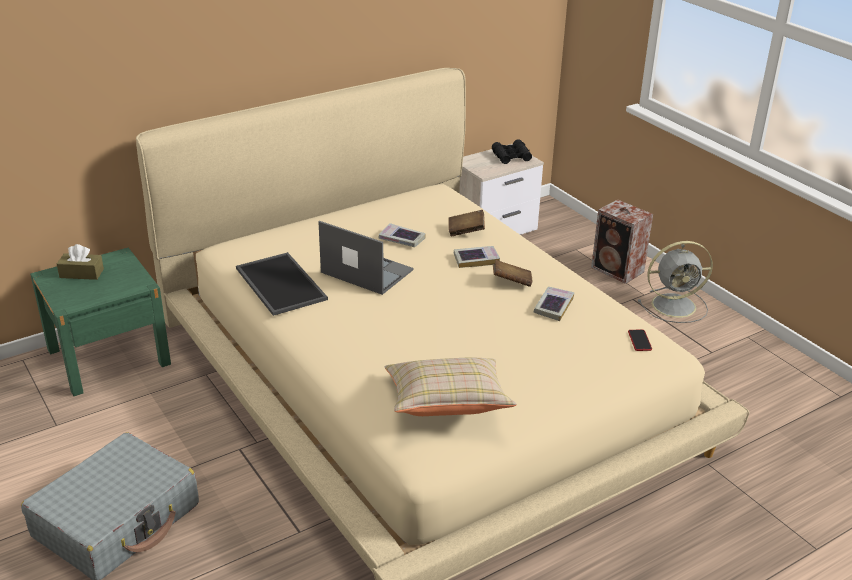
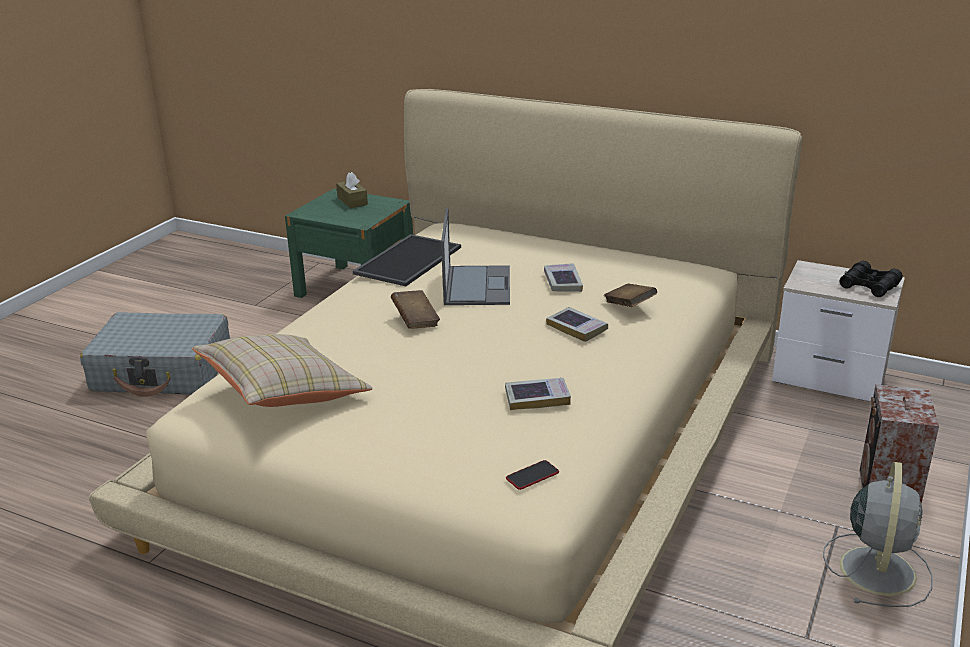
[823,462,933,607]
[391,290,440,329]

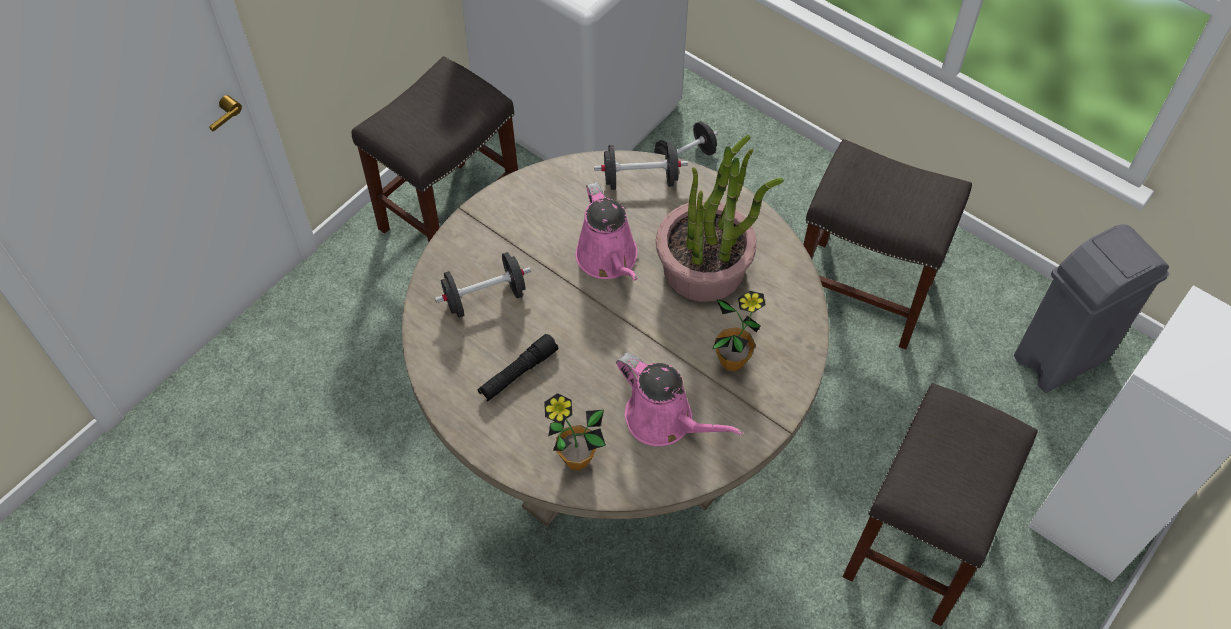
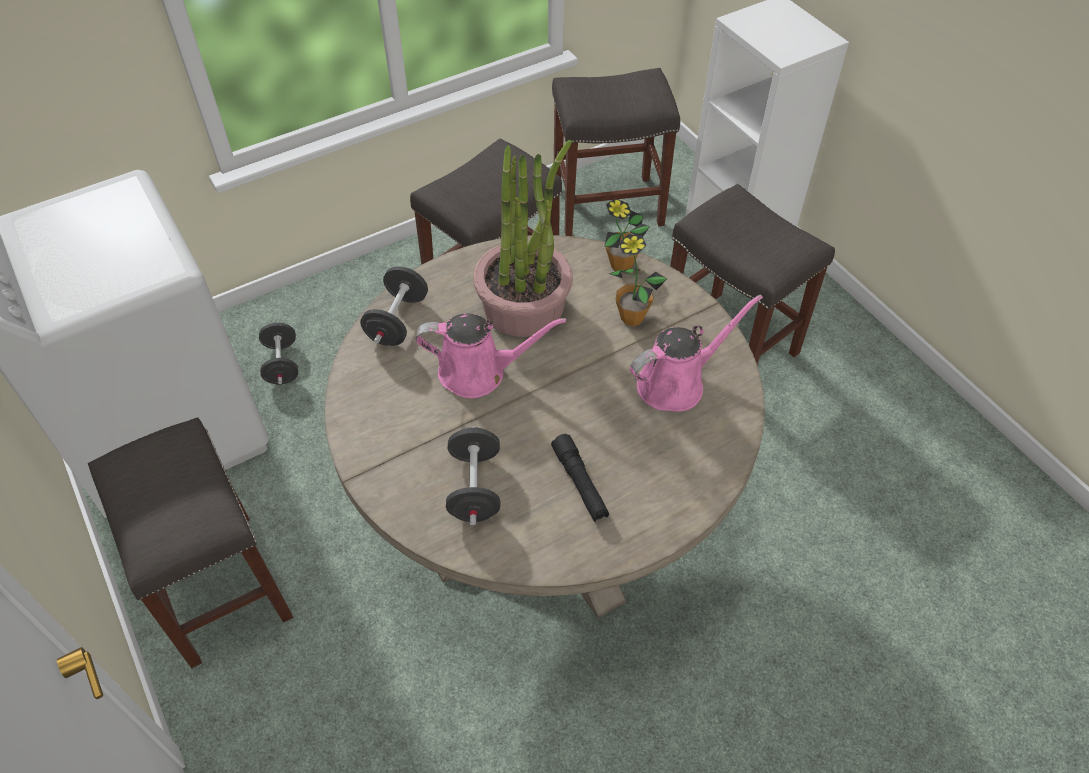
[552,68,680,236]
[604,198,650,273]

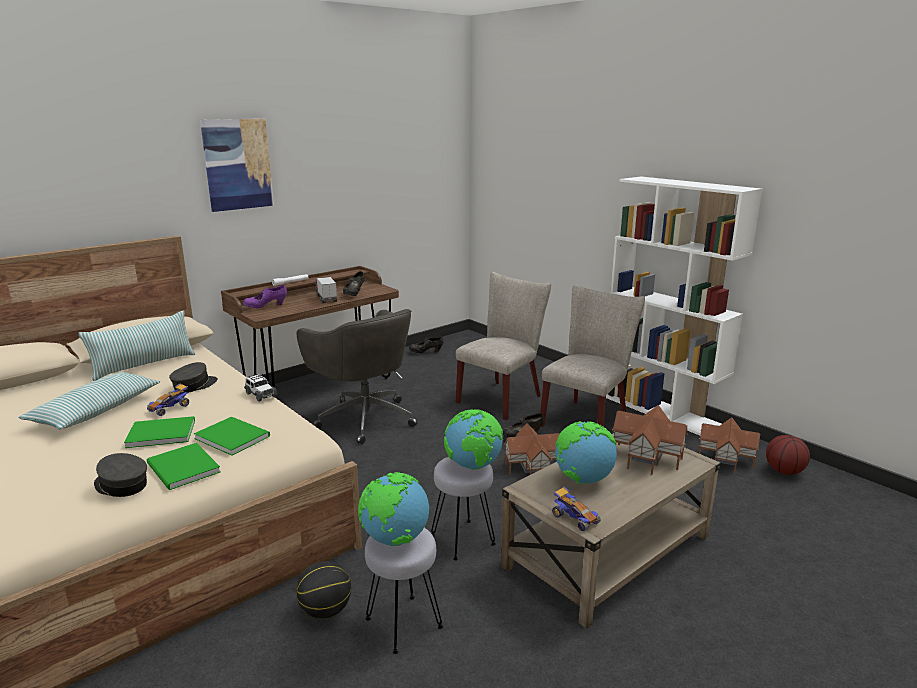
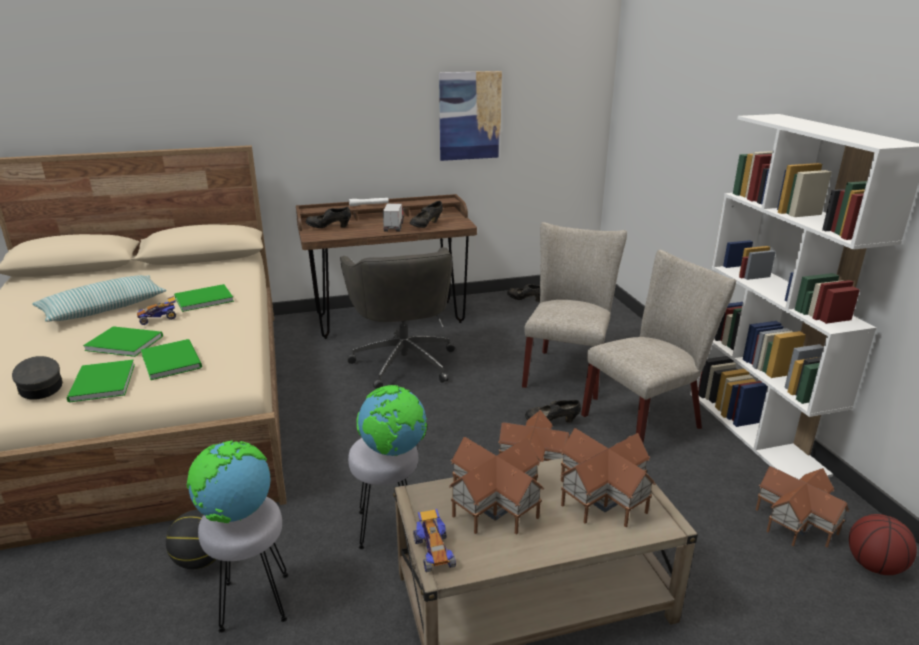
[439,71,502,161]
[522,222,627,400]
[306,207,351,228]
[78,311,195,381] (first image)
[174,284,234,312]
[244,374,278,402] (first image)
[449,437,544,535]

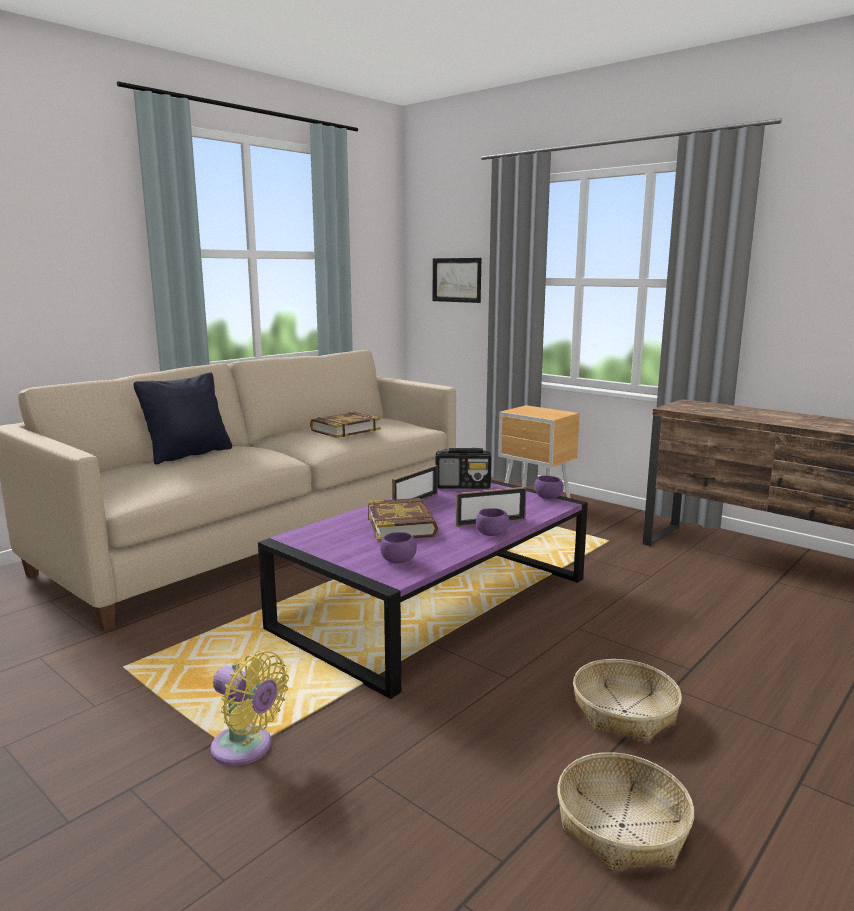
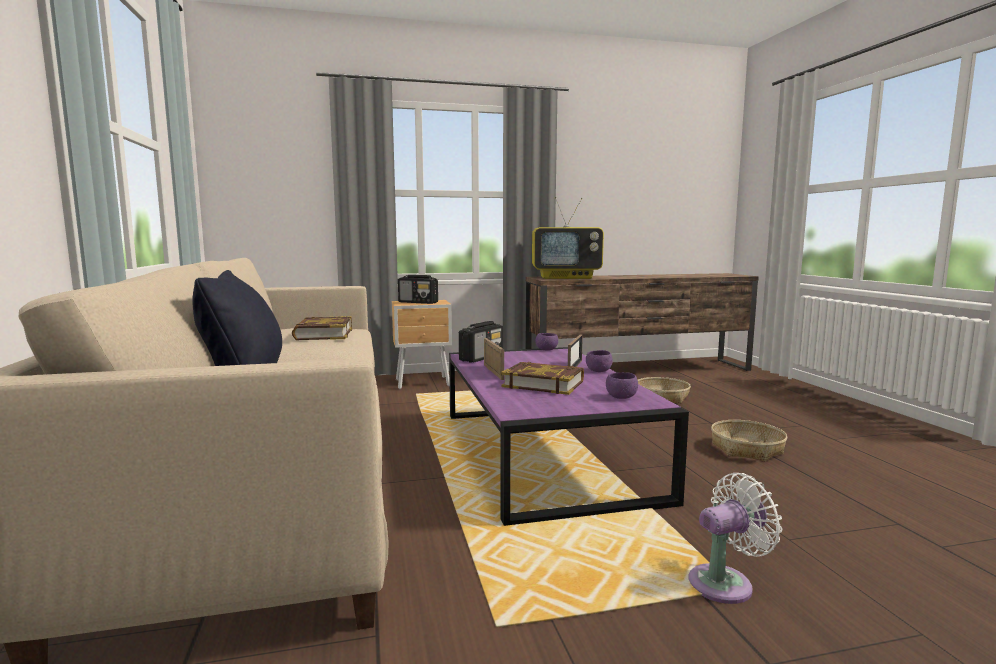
[433,258,481,303] (first image)
[689,473,782,604]
[638,377,691,404]
[532,197,604,279]
[398,275,438,304]

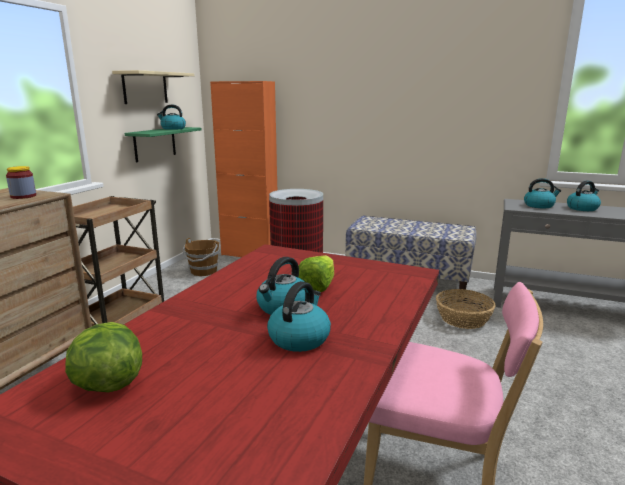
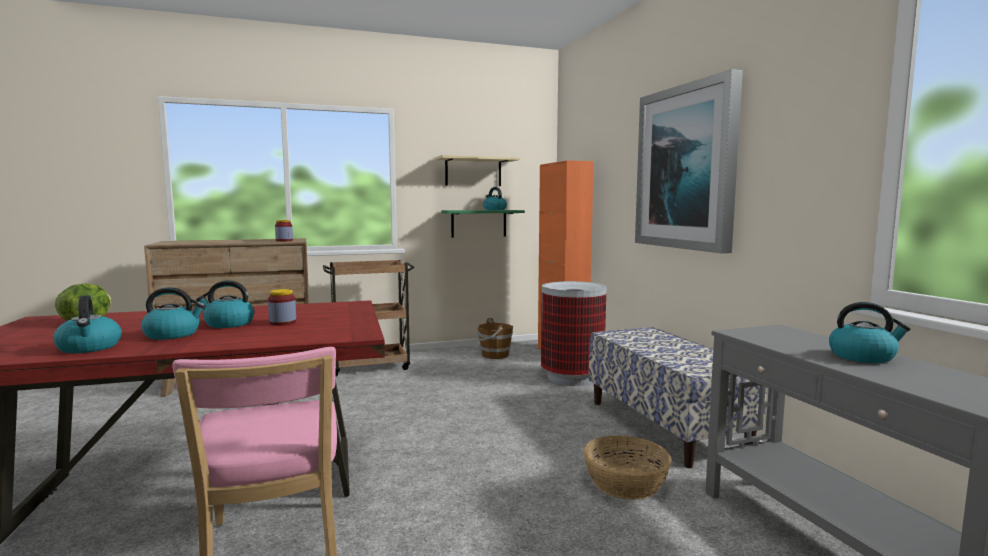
[53,295,122,353]
[268,289,296,326]
[635,69,743,253]

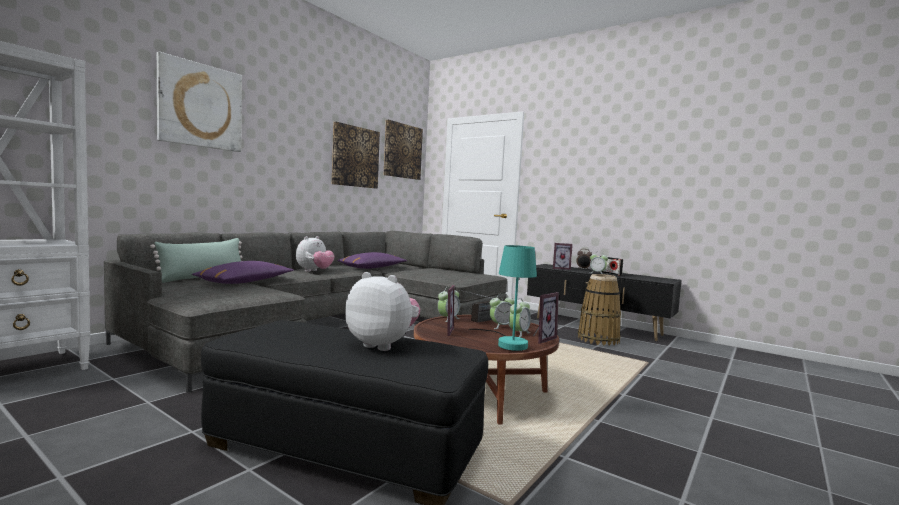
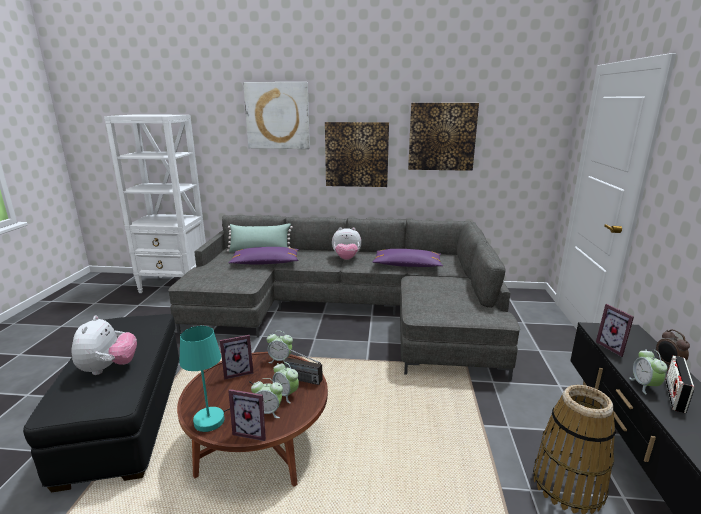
[325,122,389,187]

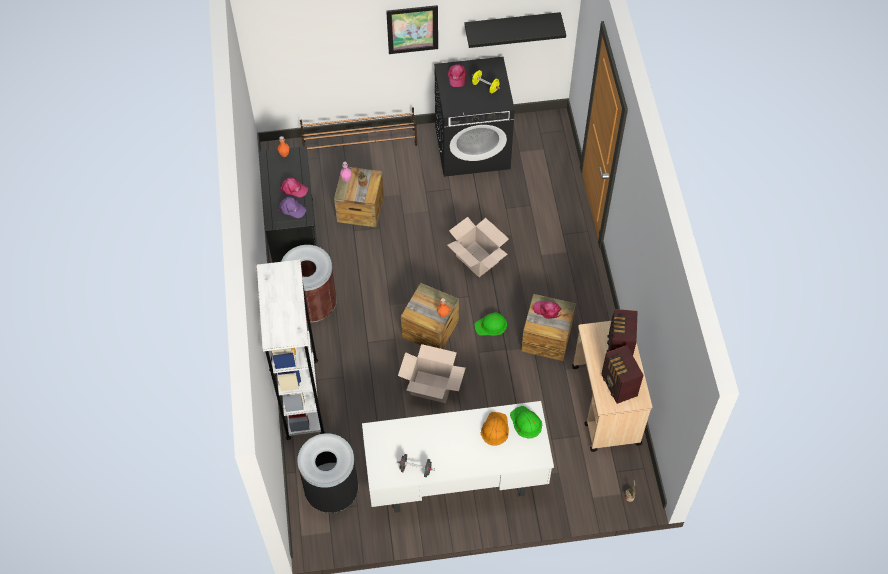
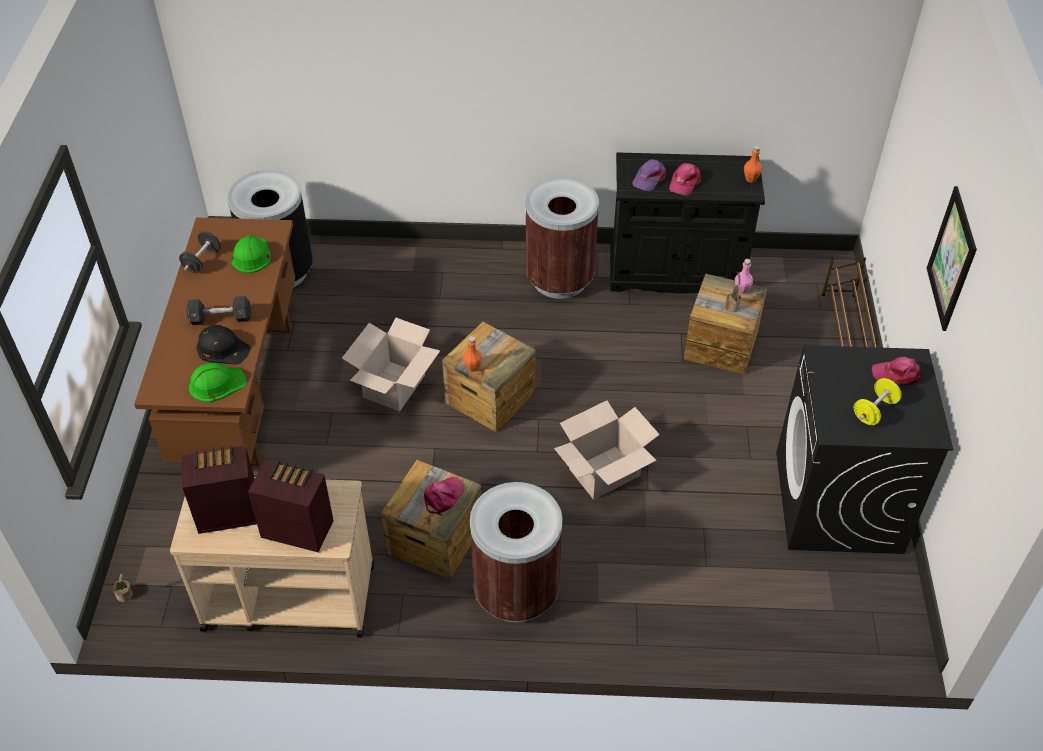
[465,12,566,48] (first image)
[257,260,325,440] (first image)
[231,235,271,273]
[134,217,295,467]
[196,325,251,365]
[186,296,251,325]
[470,482,563,622]

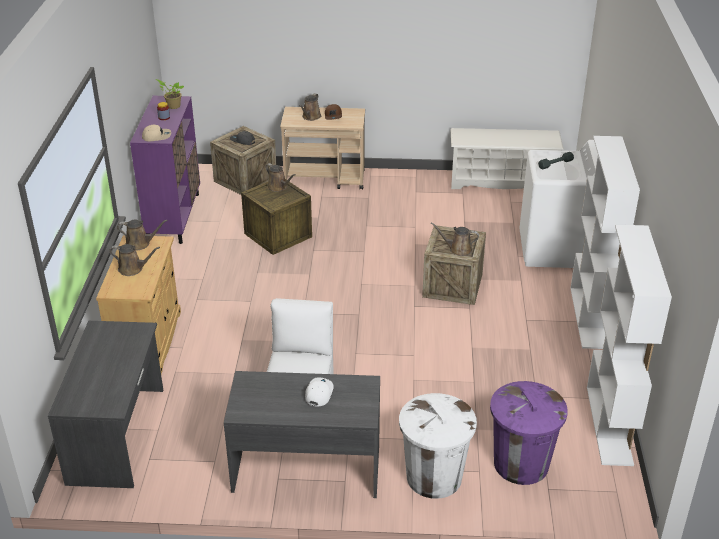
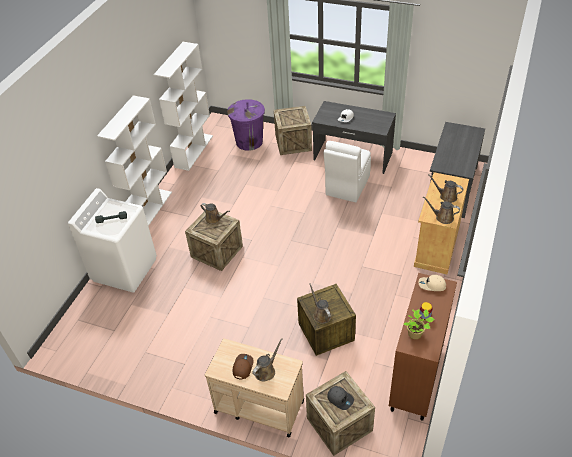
[389,273,457,421]
[451,128,564,189] (first image)
[274,106,312,155]

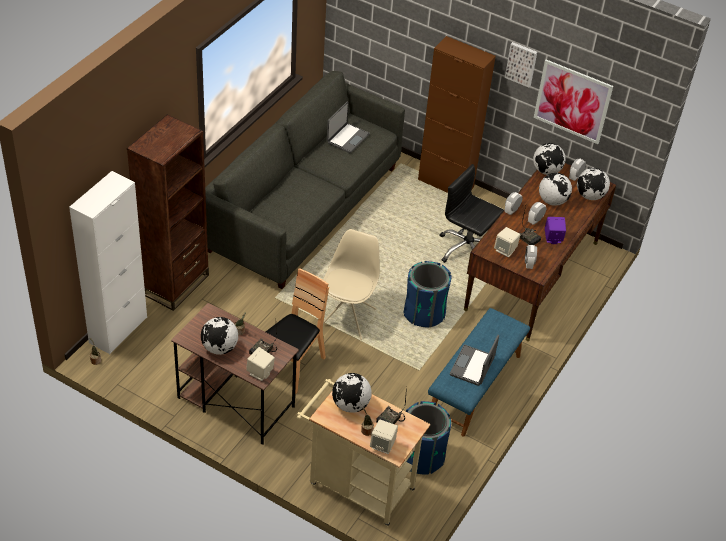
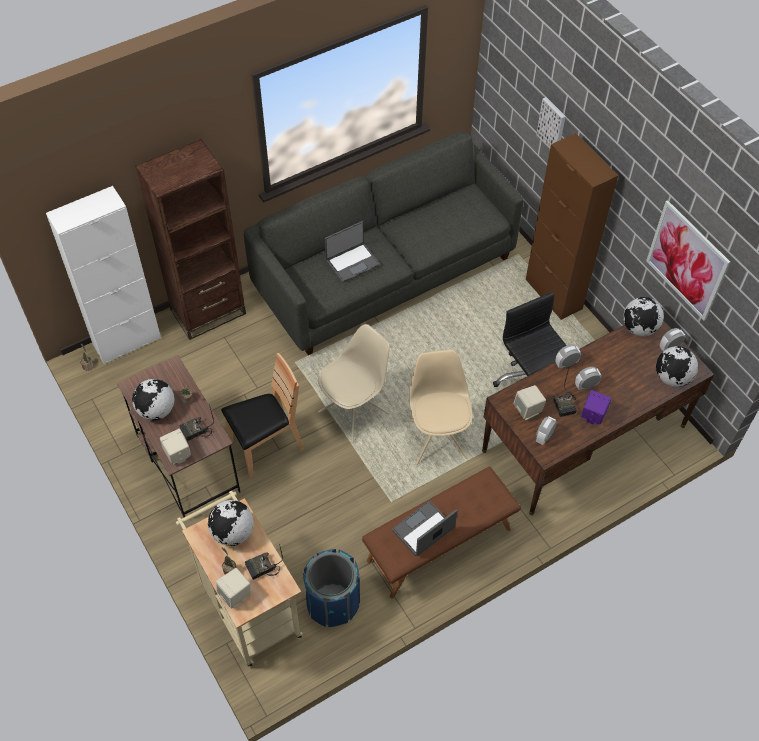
[536,97,566,148]
[325,221,380,282]
[539,173,572,206] (first image)
[408,350,473,465]
[362,467,521,599]

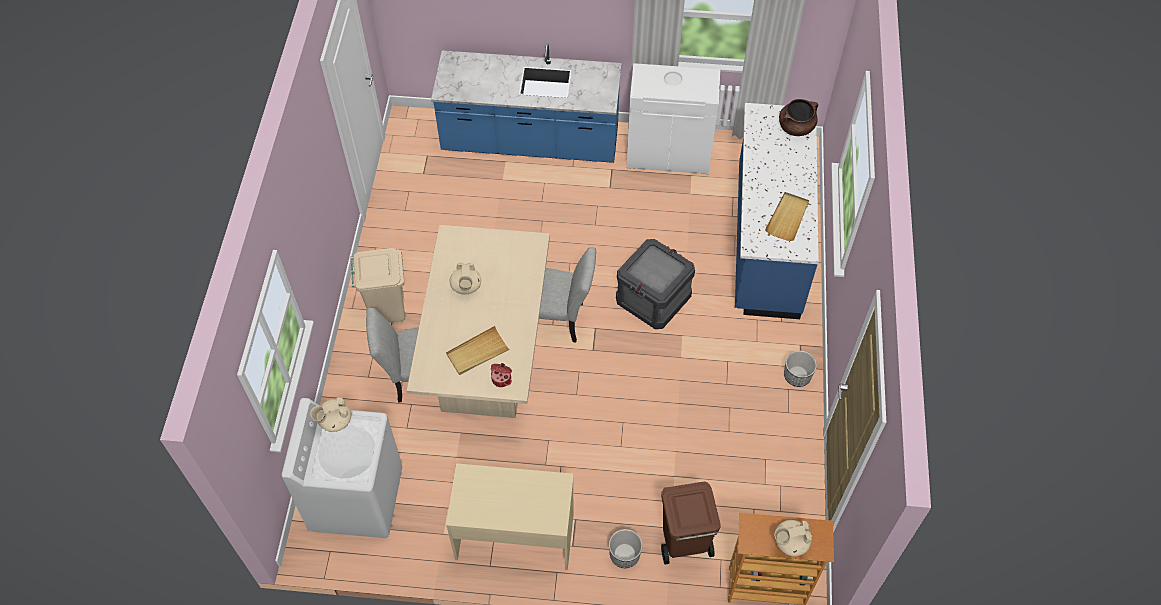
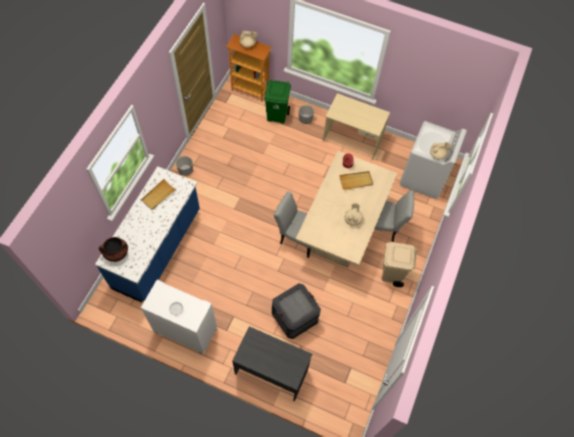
[232,326,312,401]
[272,283,321,339]
[264,79,291,124]

